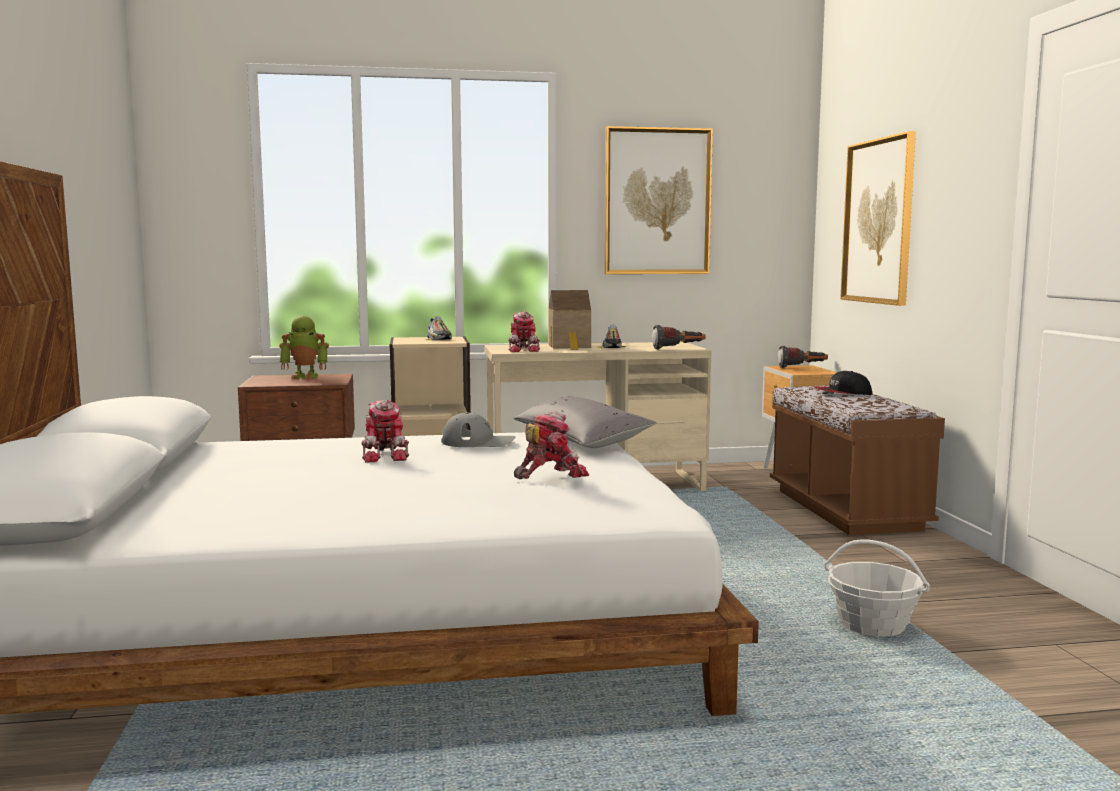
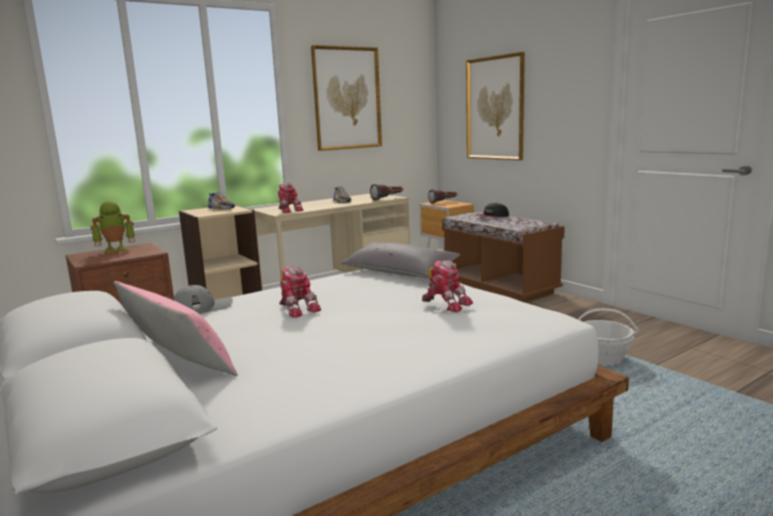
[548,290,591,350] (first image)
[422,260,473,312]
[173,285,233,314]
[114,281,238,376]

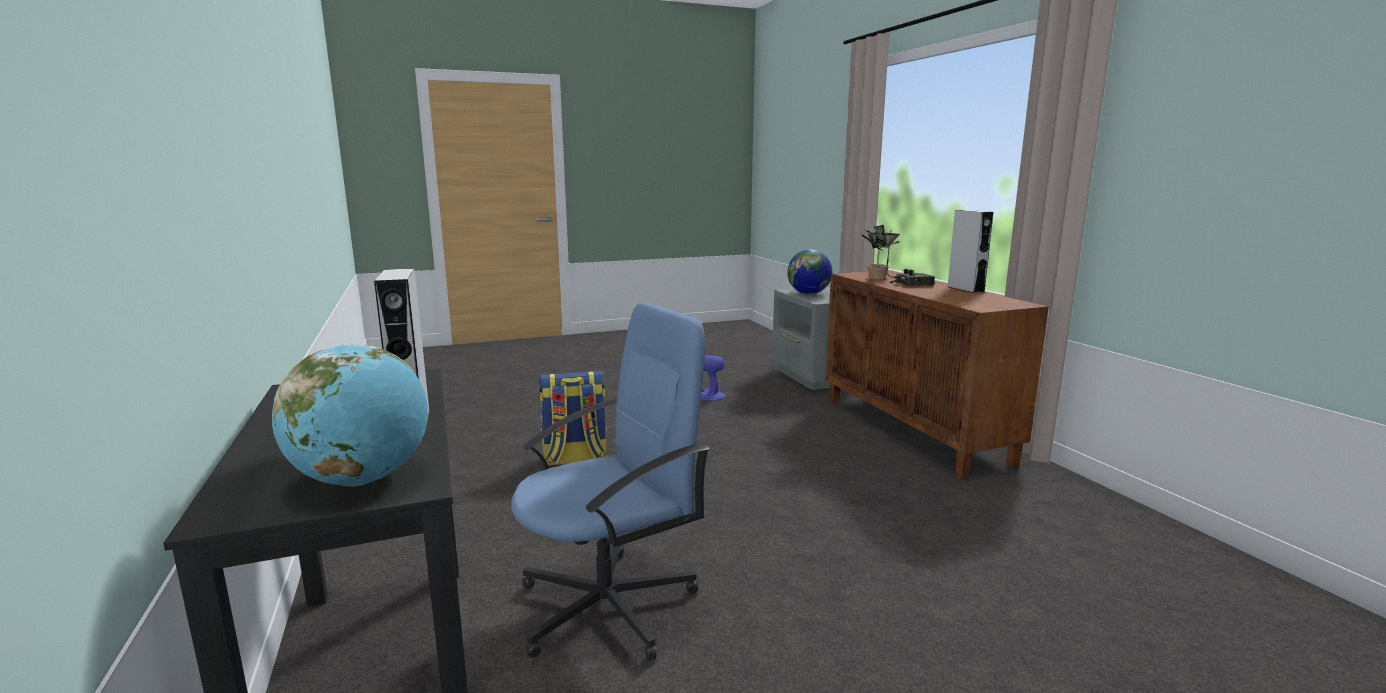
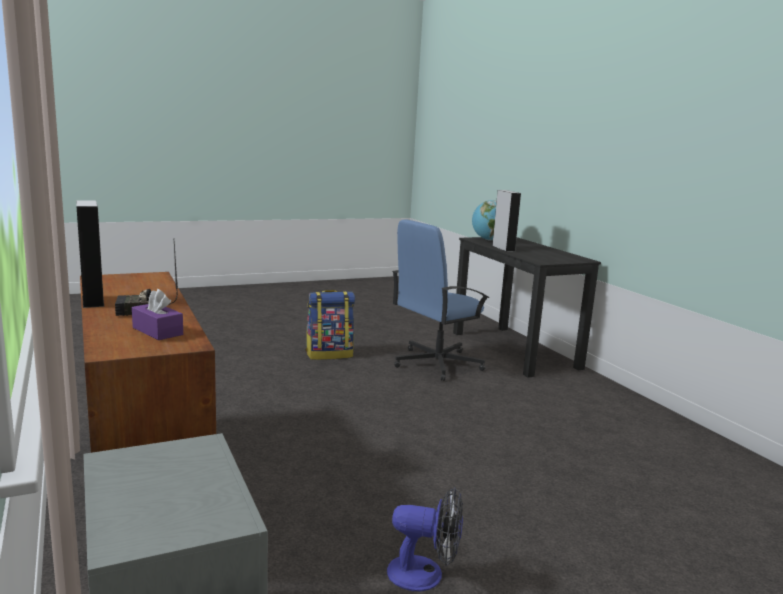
[132,289,183,340]
[787,250,832,294] (first image)
[305,290,355,360]

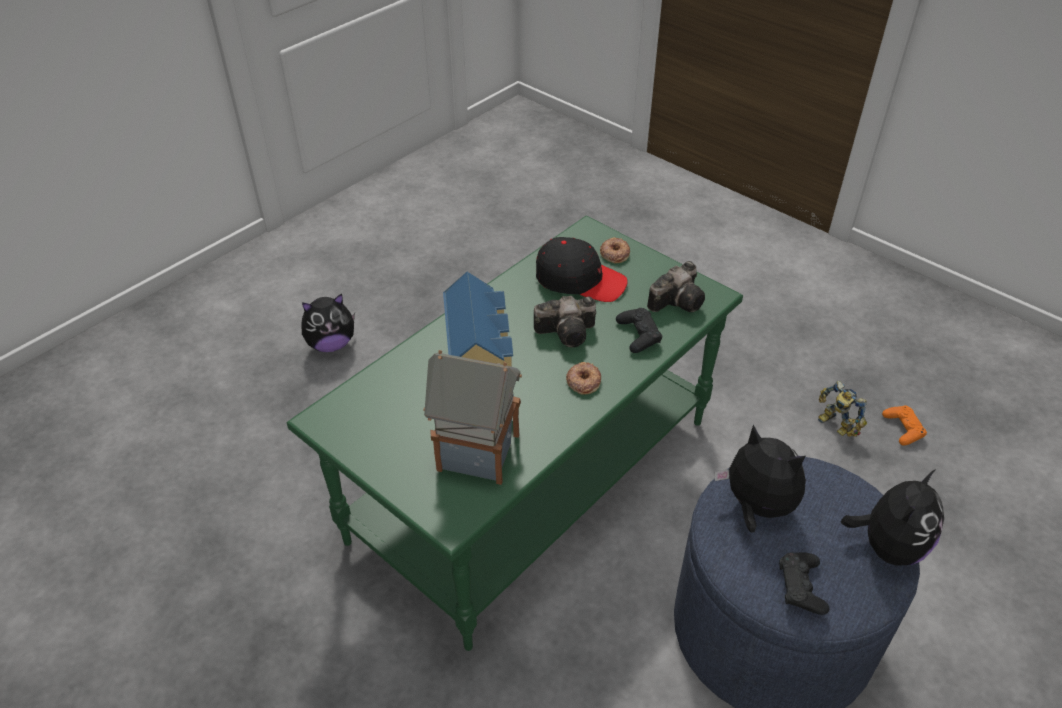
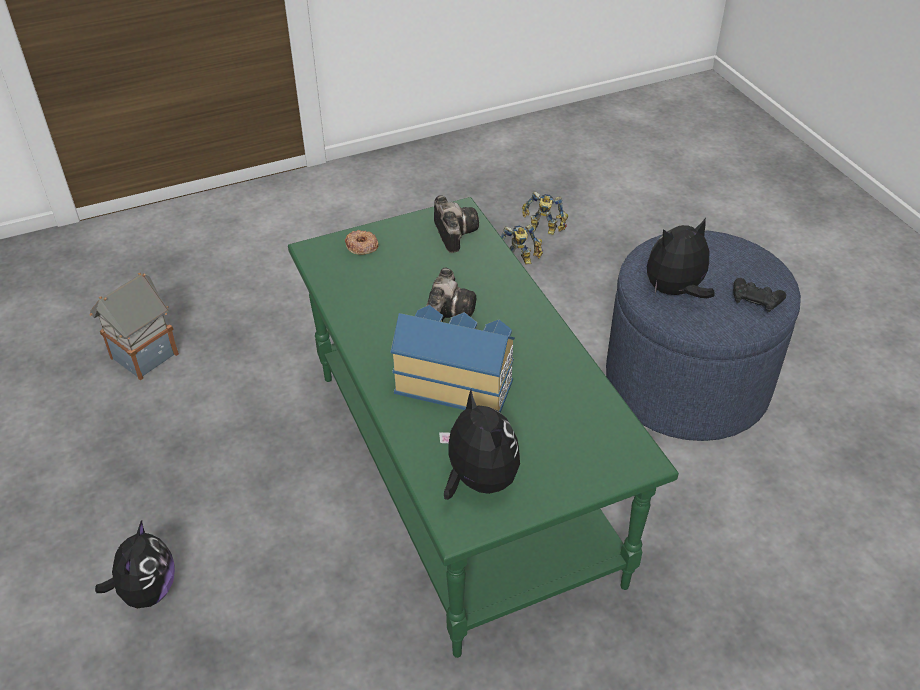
[536,237,628,302] (first image)
[616,308,662,353] (first image)
[89,273,179,381]
[566,362,601,395] (first image)
[522,192,568,235]
[439,390,520,500]

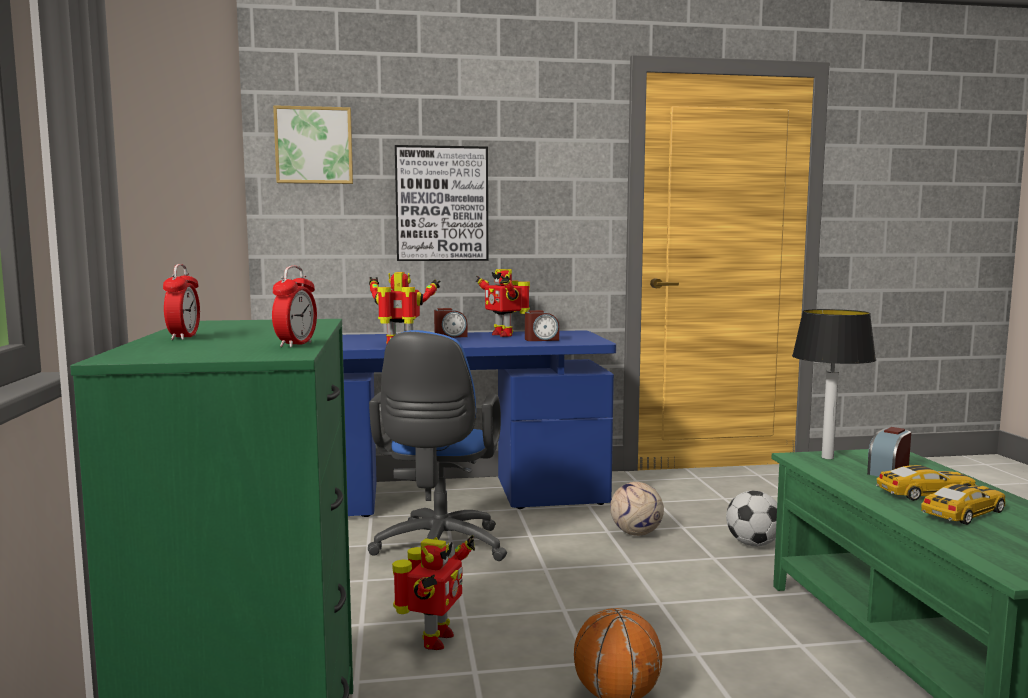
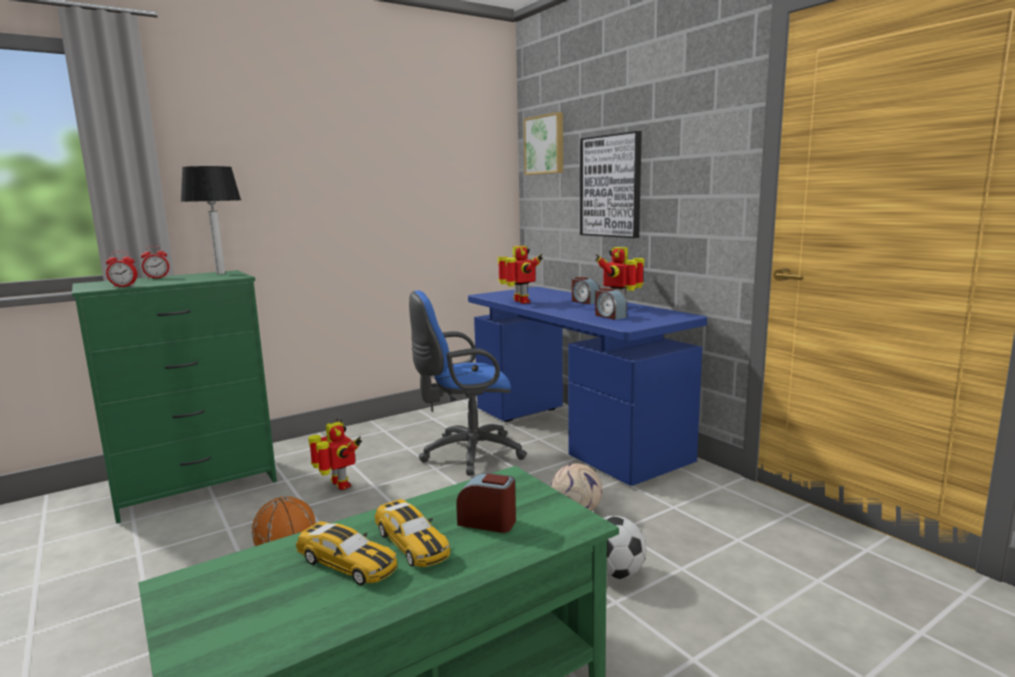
[180,166,241,274]
[308,418,362,490]

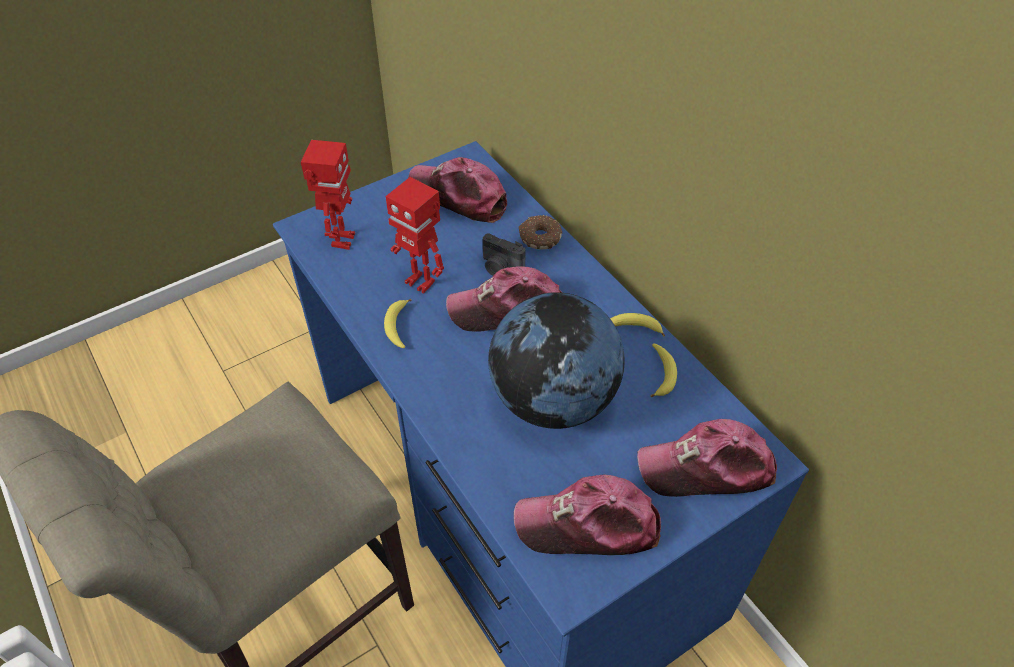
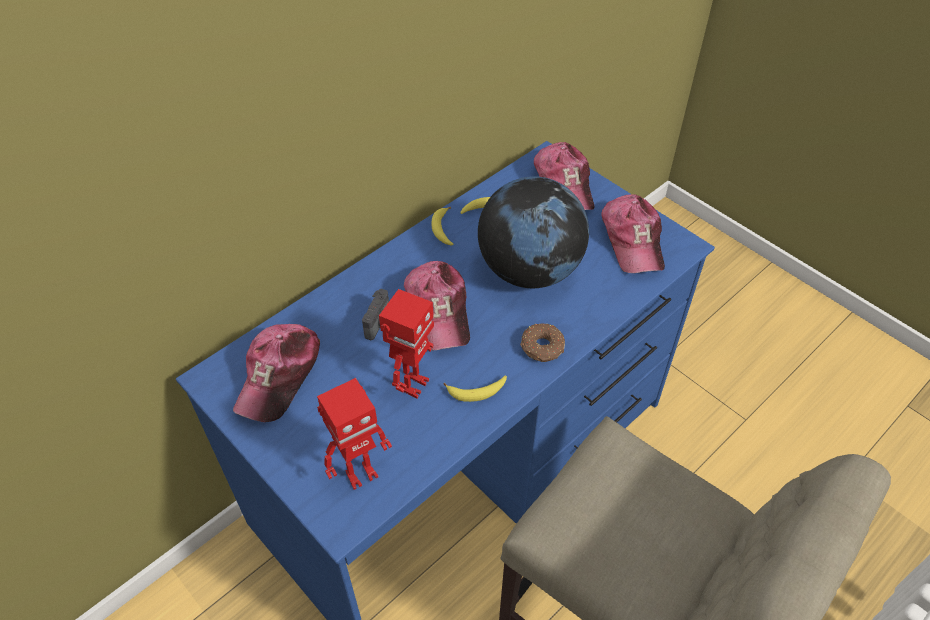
[317,378,392,490]
[520,323,565,362]

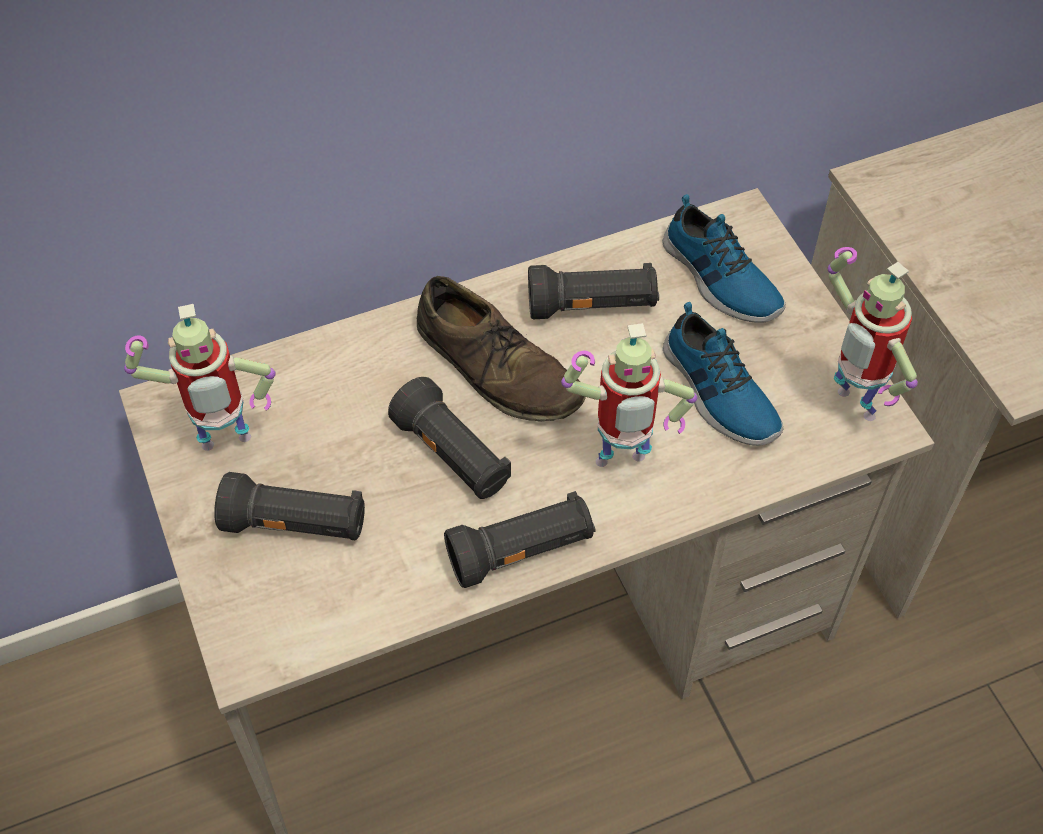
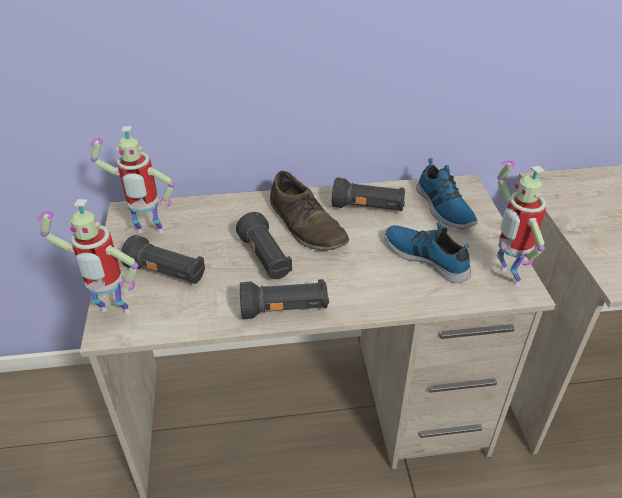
[385,221,471,283]
[38,199,138,314]

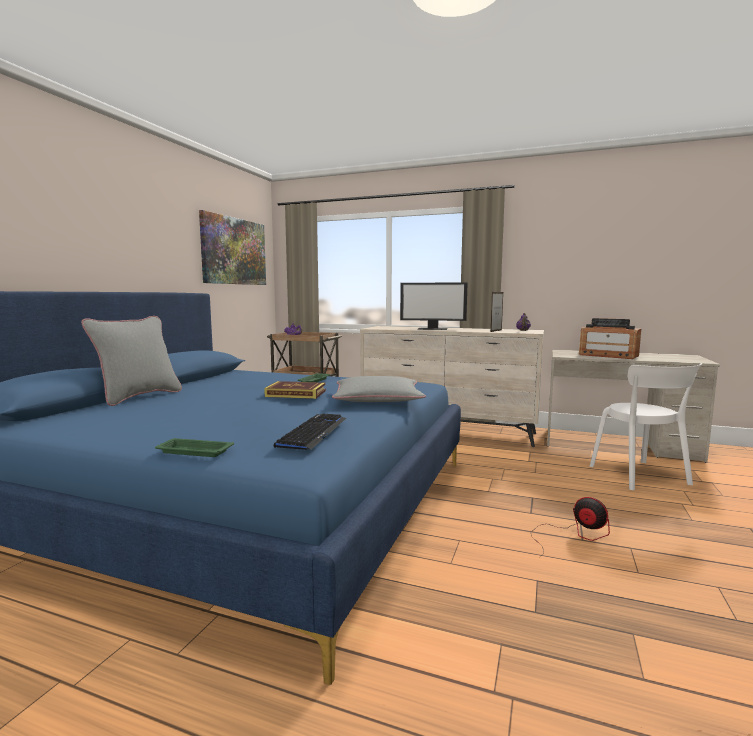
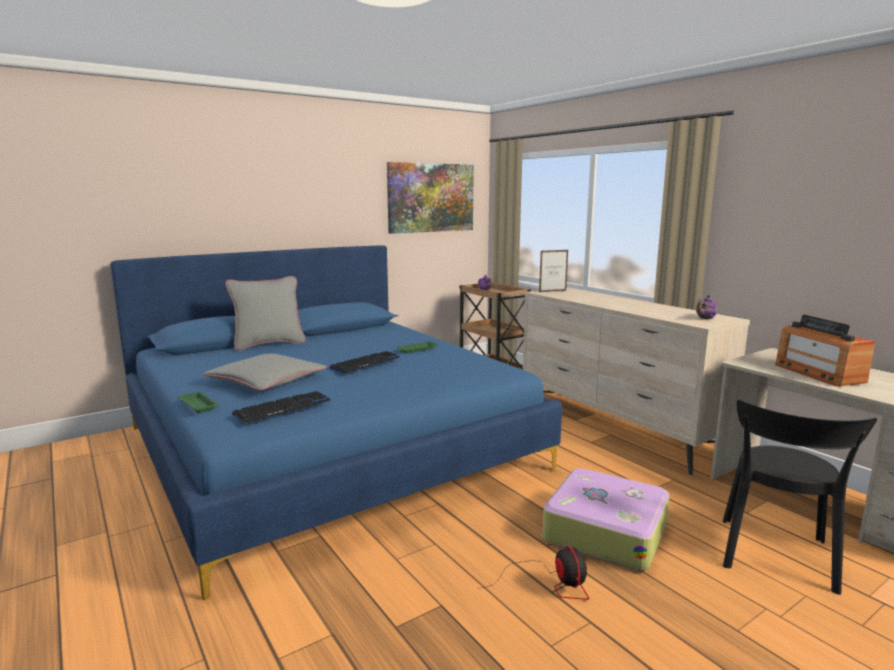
[400,282,468,330] (first image)
[539,250,568,292]
[723,400,877,595]
[203,354,327,390]
[330,351,400,373]
[542,468,670,571]

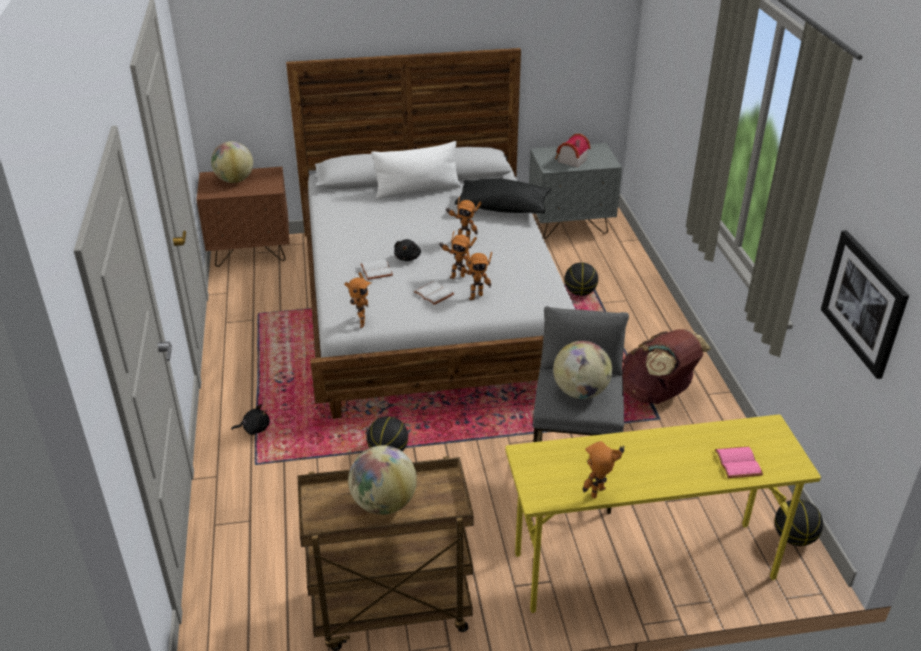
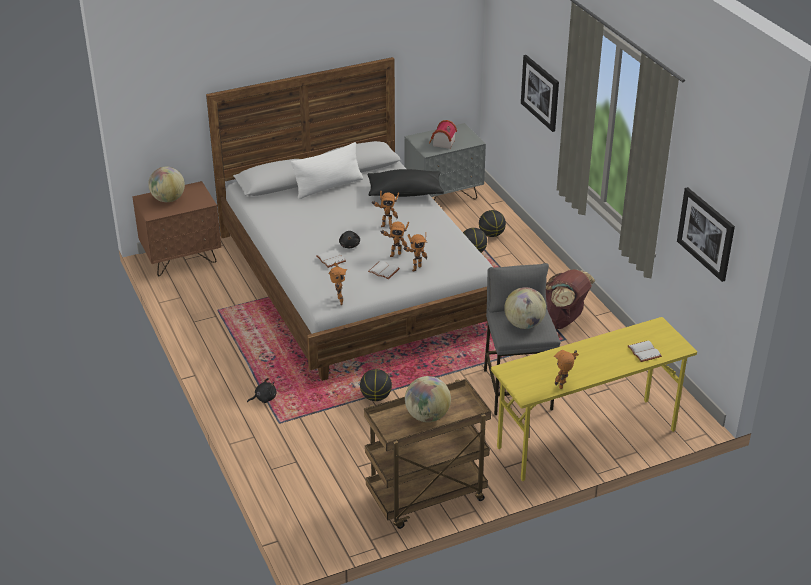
[628,341,662,362]
[479,210,506,237]
[521,55,559,132]

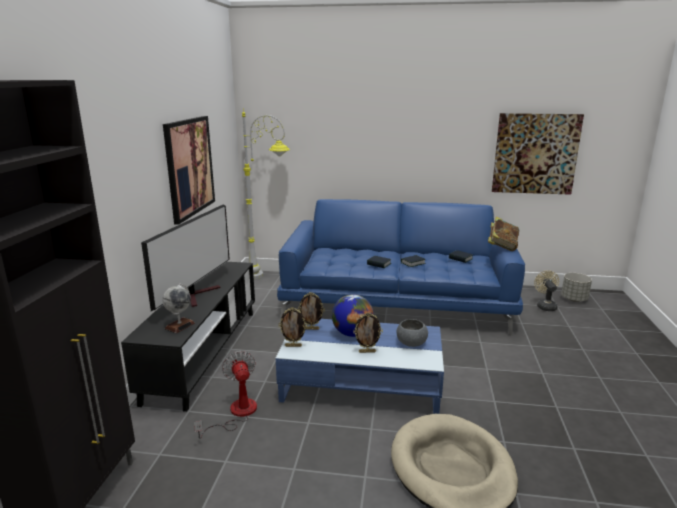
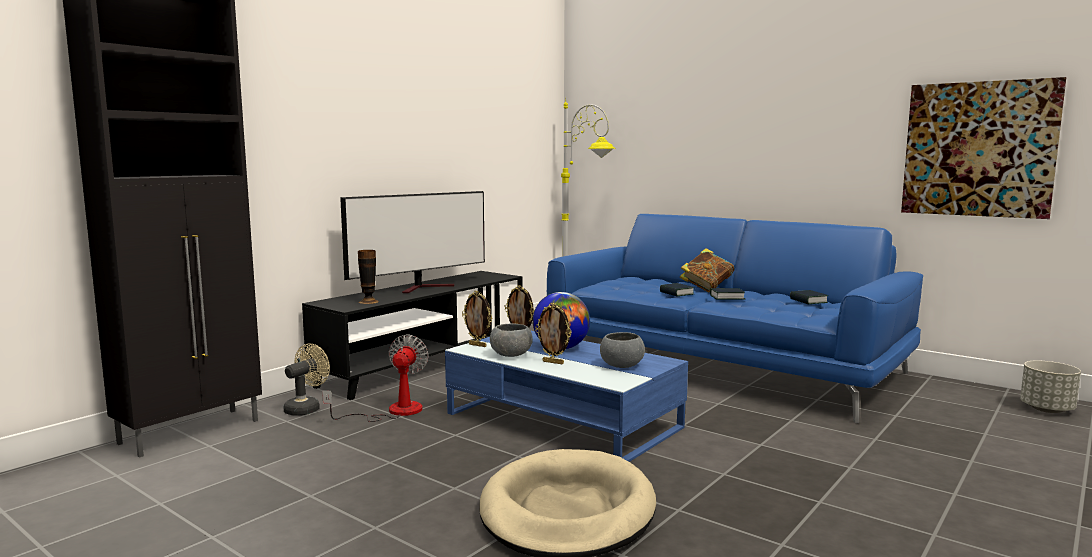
[163,116,215,225] (first image)
[680,248,734,292]
[283,344,330,416]
[358,250,379,304]
[490,324,533,357]

